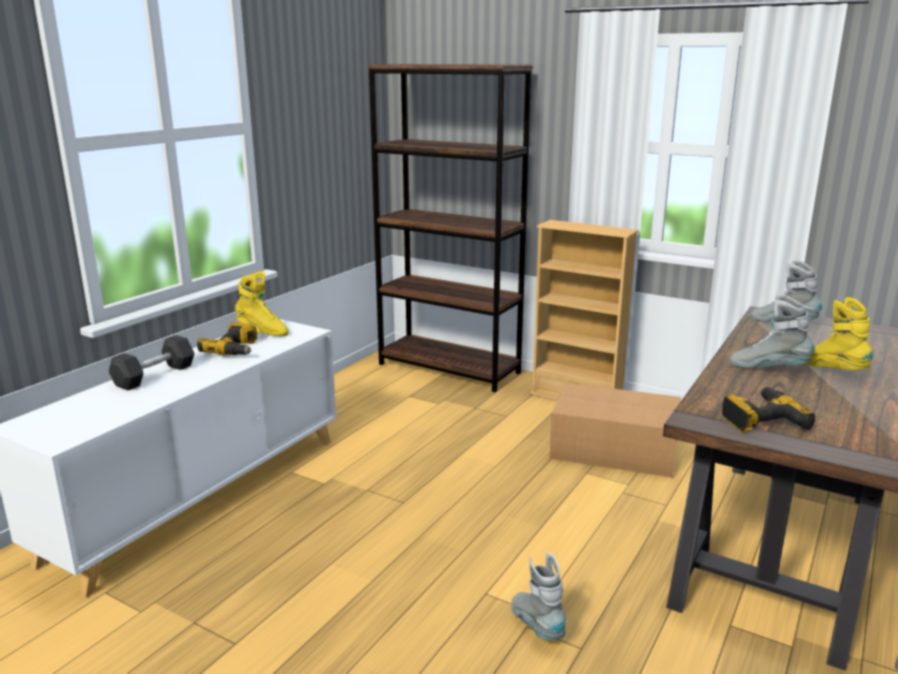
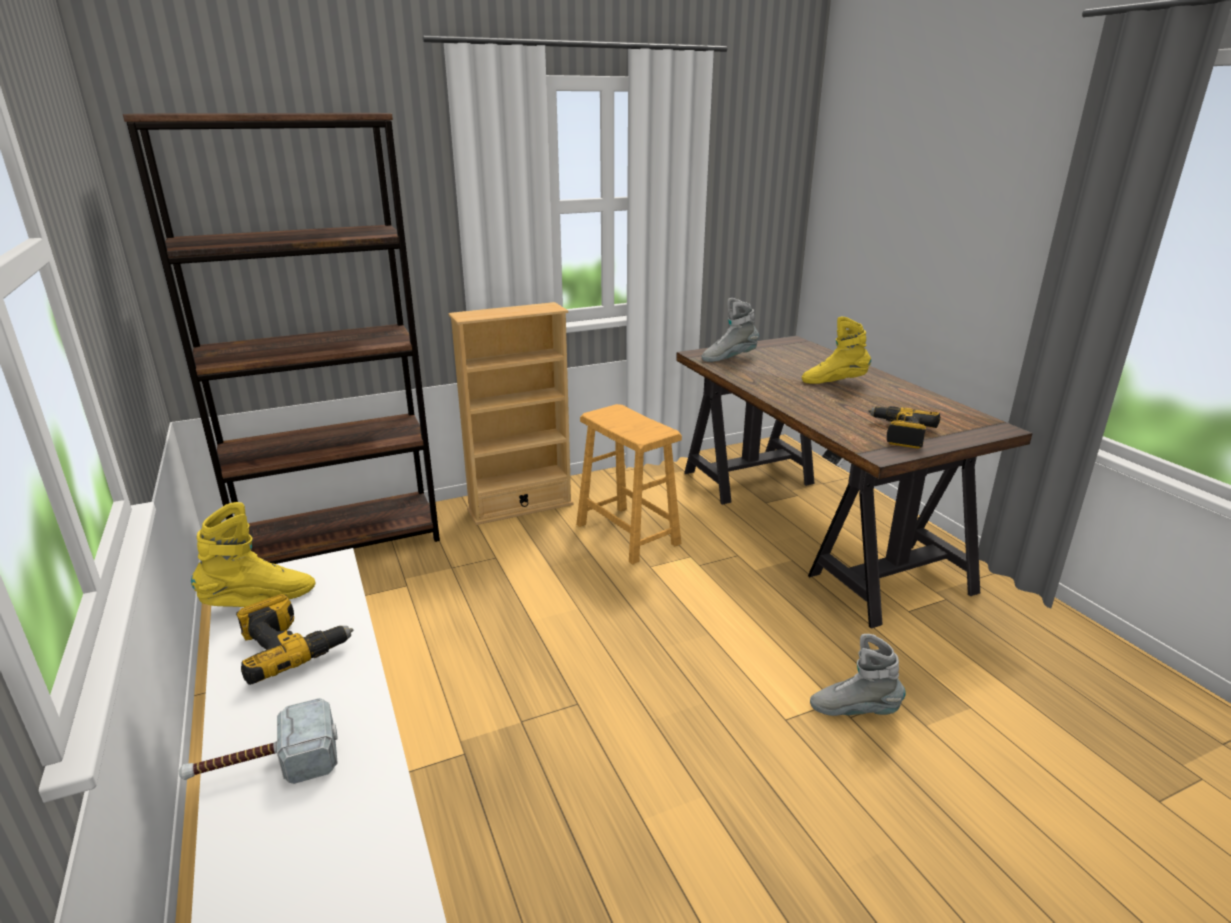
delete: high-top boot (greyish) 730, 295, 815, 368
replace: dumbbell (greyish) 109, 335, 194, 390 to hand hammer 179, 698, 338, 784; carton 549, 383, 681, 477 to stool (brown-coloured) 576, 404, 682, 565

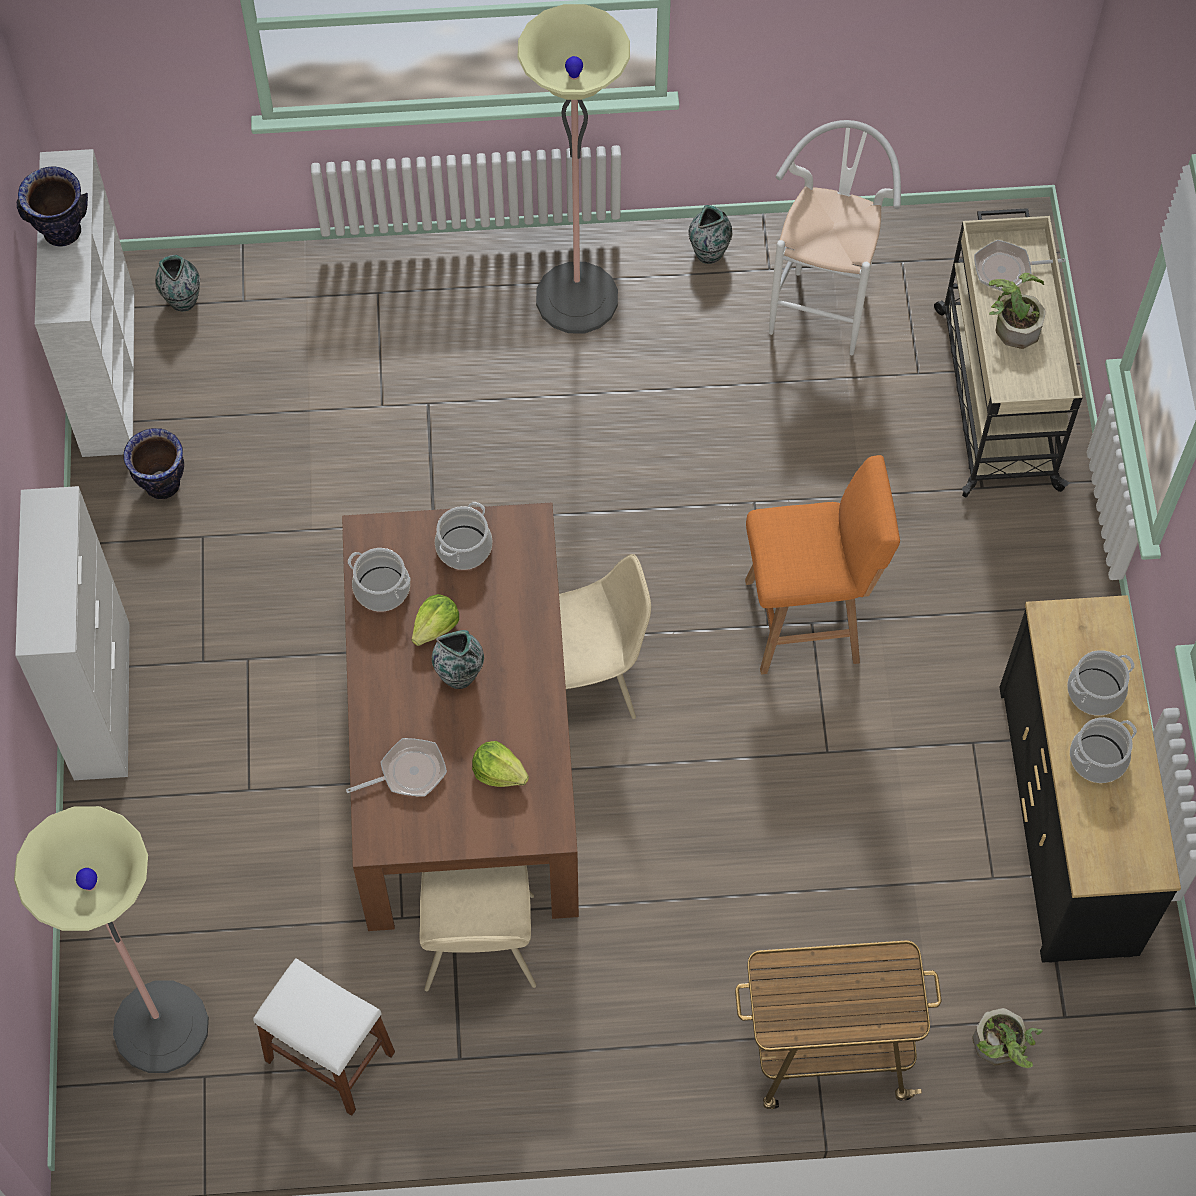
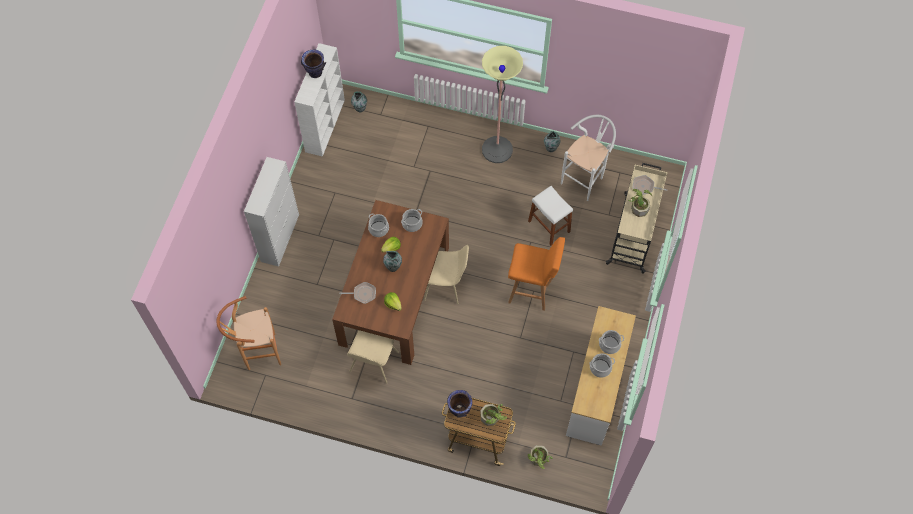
insert: houseplant 480, 404, 507, 426
move: vase 123, 428, 184, 499 to 447, 390, 472, 418; stool (white) 253, 958, 395, 1116 to 528, 186, 573, 246
replace: standard lamp 14, 806, 209, 1073 to stool (brown-coloured) 217, 296, 281, 370
recolor: drawer chest (black) 999, 595, 1181, 963 to drawer chest (white) 566, 306, 636, 446

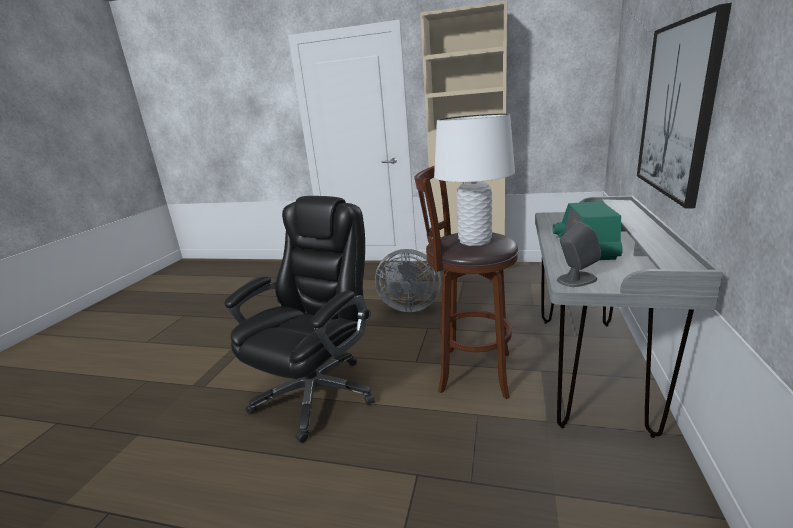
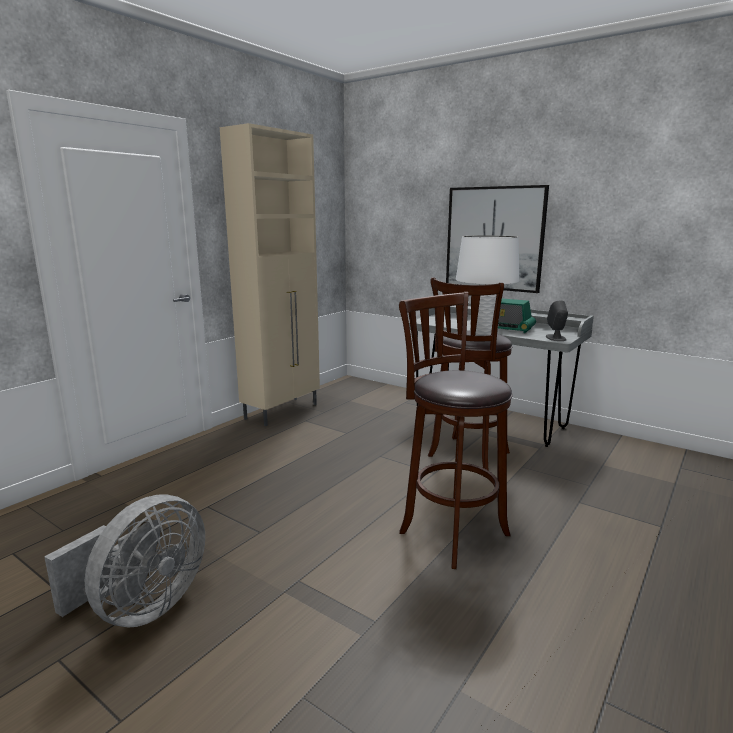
move: electric fan (greyish) 375, 249, 441, 312 to 44, 494, 205, 627
replace: computer chair (black) 224, 196, 375, 443 to stool (brown-coloured) 399, 292, 513, 569

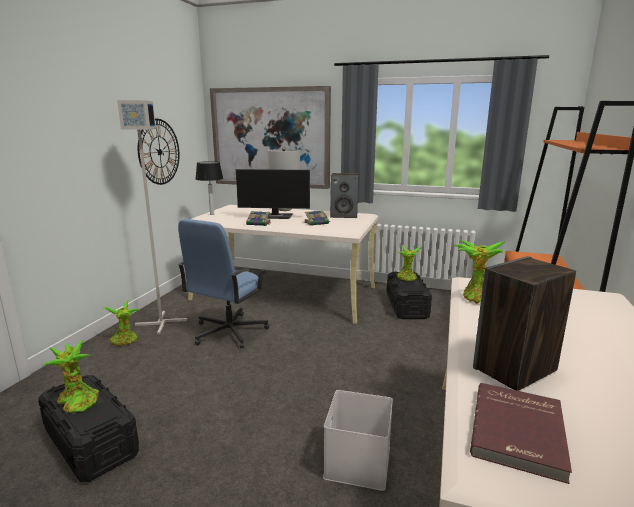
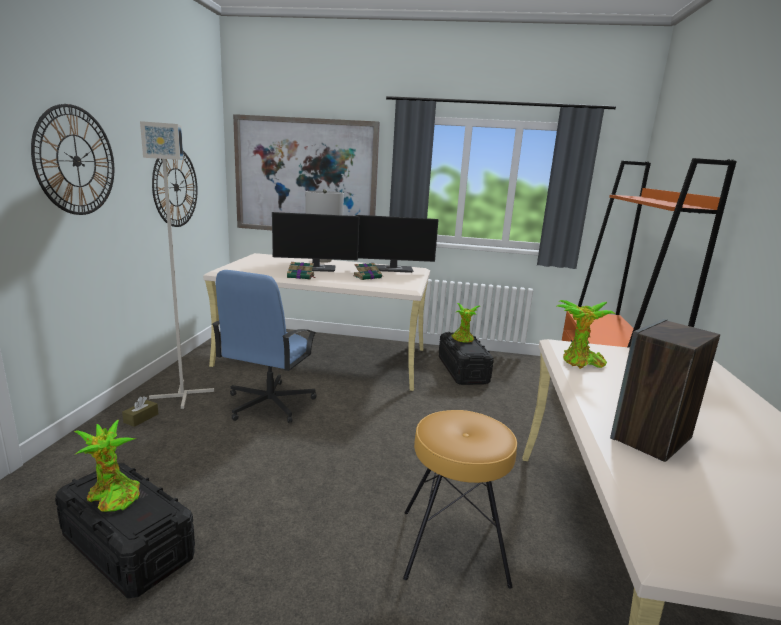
delete: tabletop lamp 195, 161, 224, 215; bound book (red-coloured) 470, 383, 572, 484
insert: wall clock 31, 104, 114, 215
replace: houseplant 103, 300, 139, 346 to tissue box (brown-coloured) 122, 396, 158, 427; speaker 330, 173, 358, 218 to computer screen 355, 215, 439, 273; storage bin (white) 323, 390, 393, 491 to stool (brown-coloured) 403, 410, 517, 589

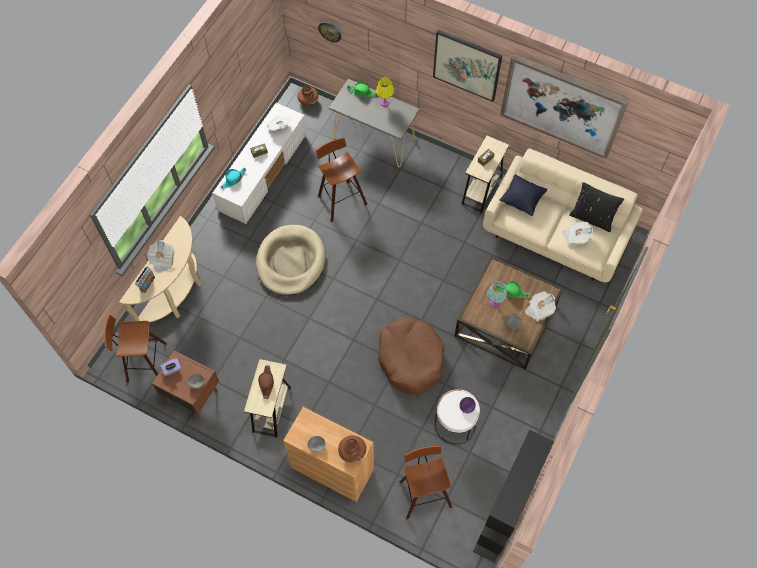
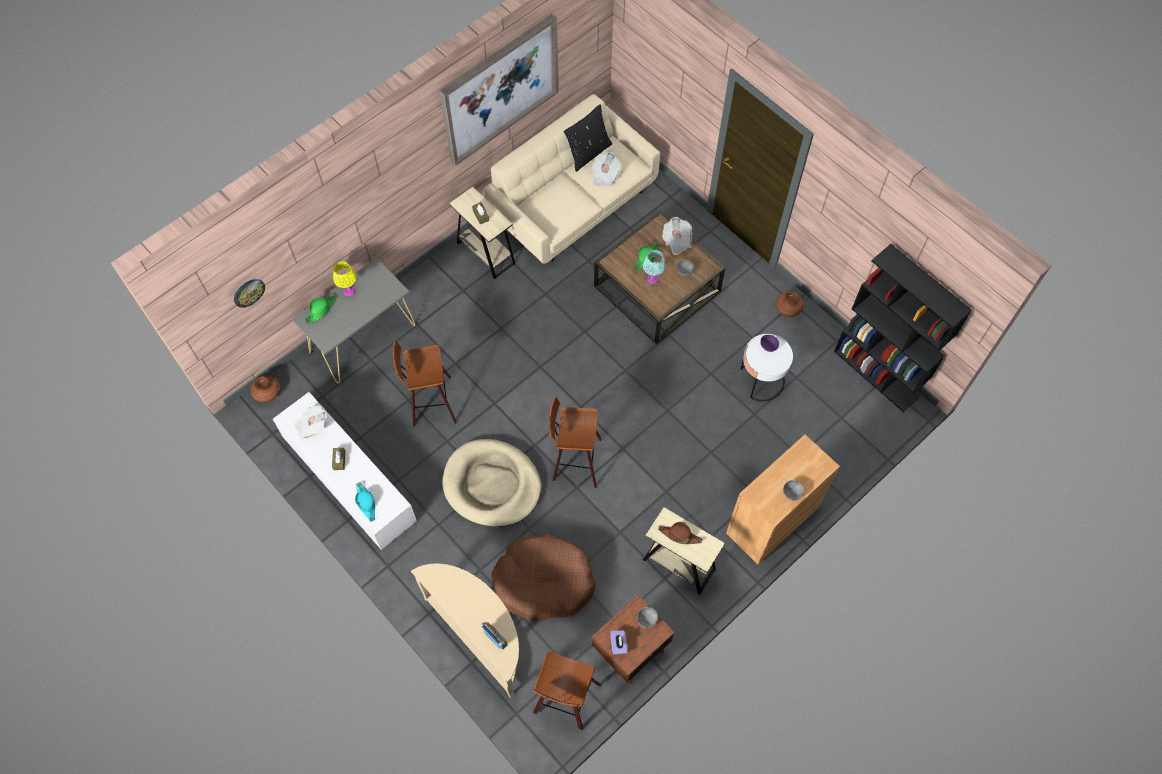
delete: printed paper 147, 240, 175, 274; wall art 433, 30, 502, 102; cushion (black) 500, 174, 547, 216
move: dog cushion (brown-coloured) 378, 317, 444, 396 to 491, 534, 595, 621; stool 399, 446, 453, 519 to 549, 397, 601, 488; vase (brown-coloured) 338, 435, 366, 463 to 776, 291, 804, 317

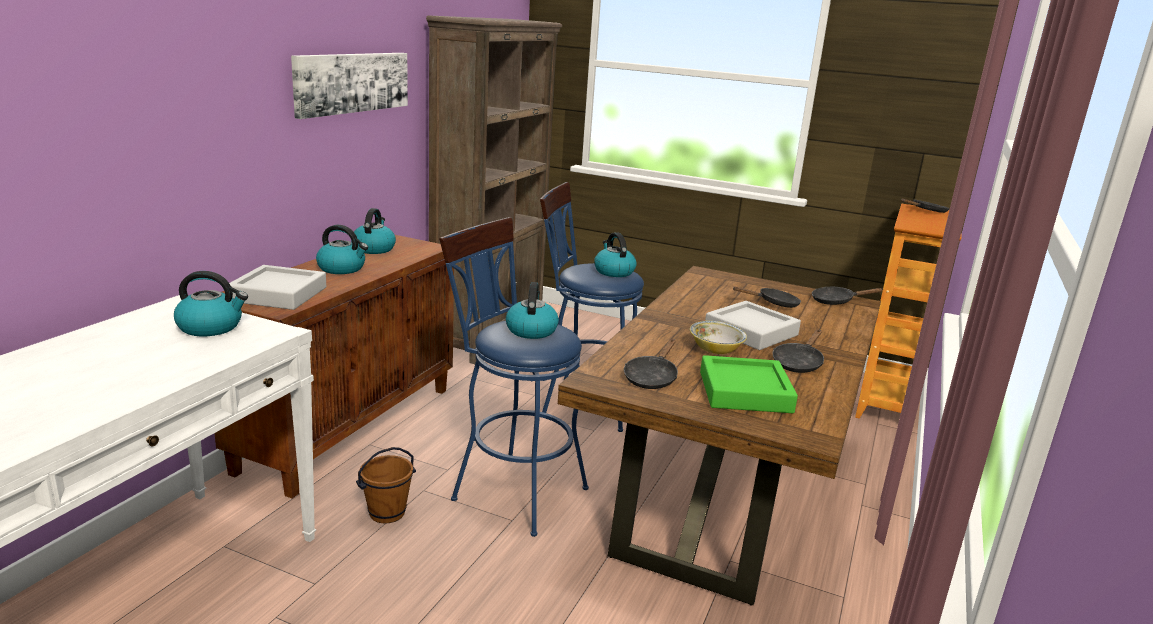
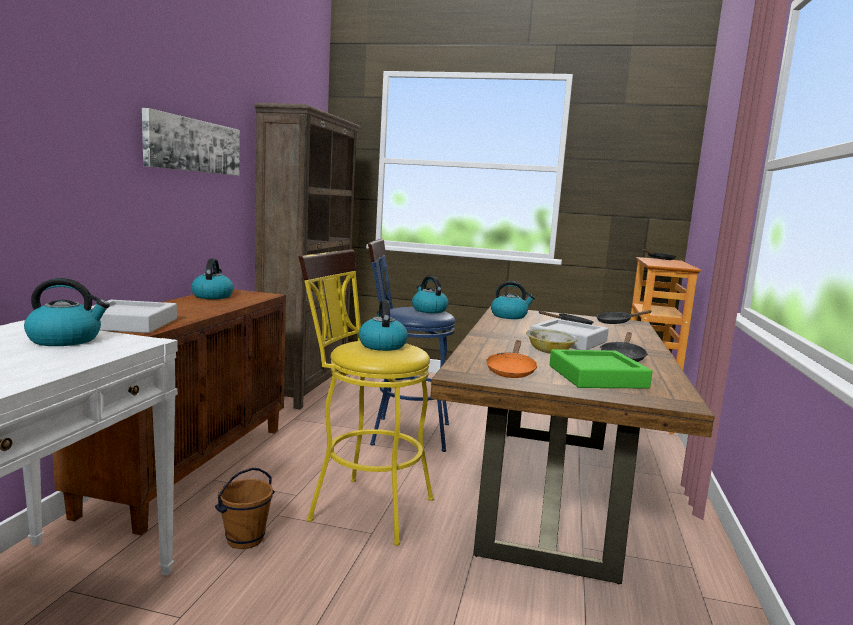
move: water kettle 316, 225, 368, 274 to 491, 281, 535, 319
recolor: stool (blue-coloured) 439, 217, 589, 537 to stool (yellow) 299, 249, 434, 546; frying pan (black) 624, 339, 678, 389 to frying pan (orange) 486, 340, 538, 378

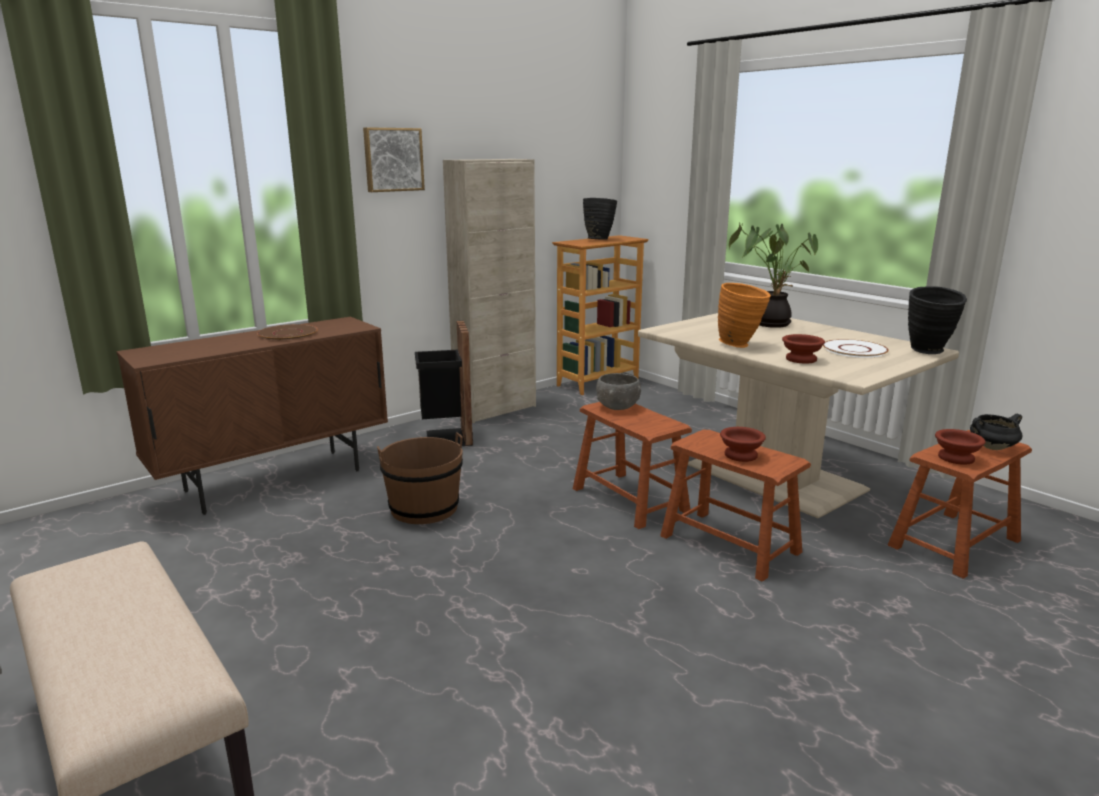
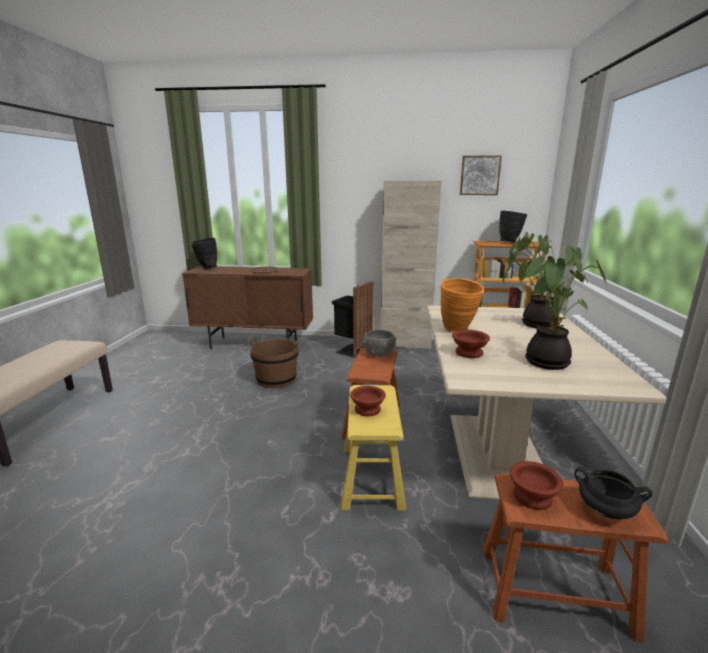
move: vase (black) 908, 286, 967, 354 to 191, 238, 217, 269; wall art 363, 127, 425, 192 to 460, 155, 502, 195
replace: dinner plate (white) 823, 339, 889, 358 to houseplant 502, 251, 607, 370
recolor: stool (brown-coloured) 660, 430, 811, 581 to stool (yellow) 340, 385, 406, 511

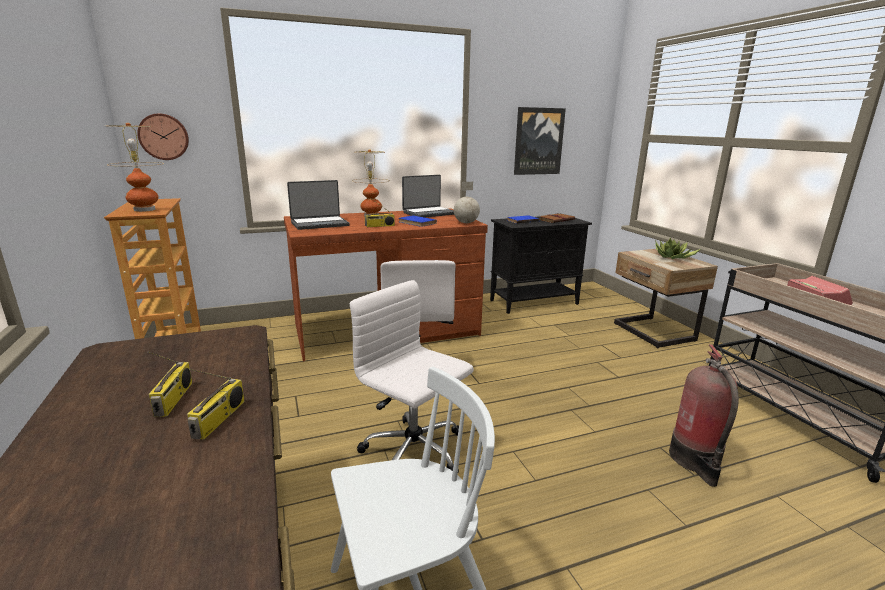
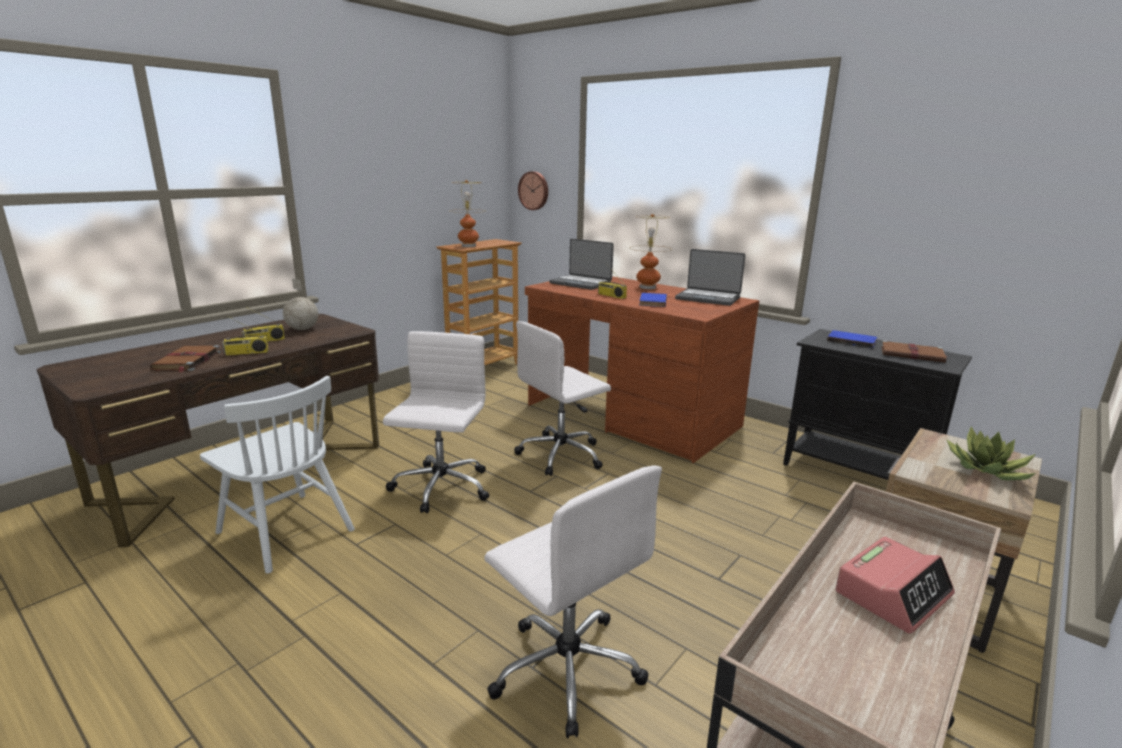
delete: wall art 514, 107, 566, 175
insert: bound book (brown-coloured) 150, 345, 221, 372
move: world globe 454, 182, 480, 223 to 283, 278, 318, 330
replace: fire-fighting cylinder 669, 344, 739, 487 to computer chair (white) 484, 465, 662, 738

